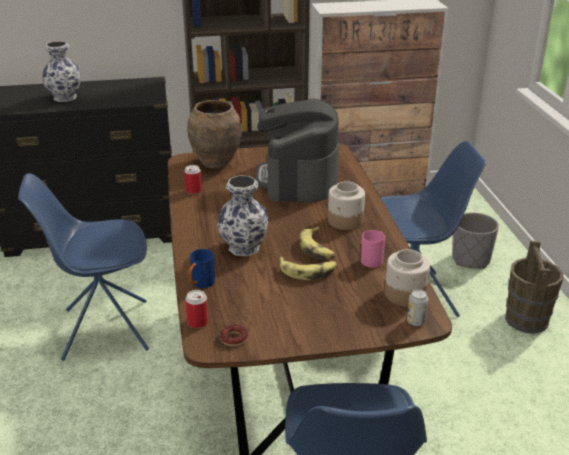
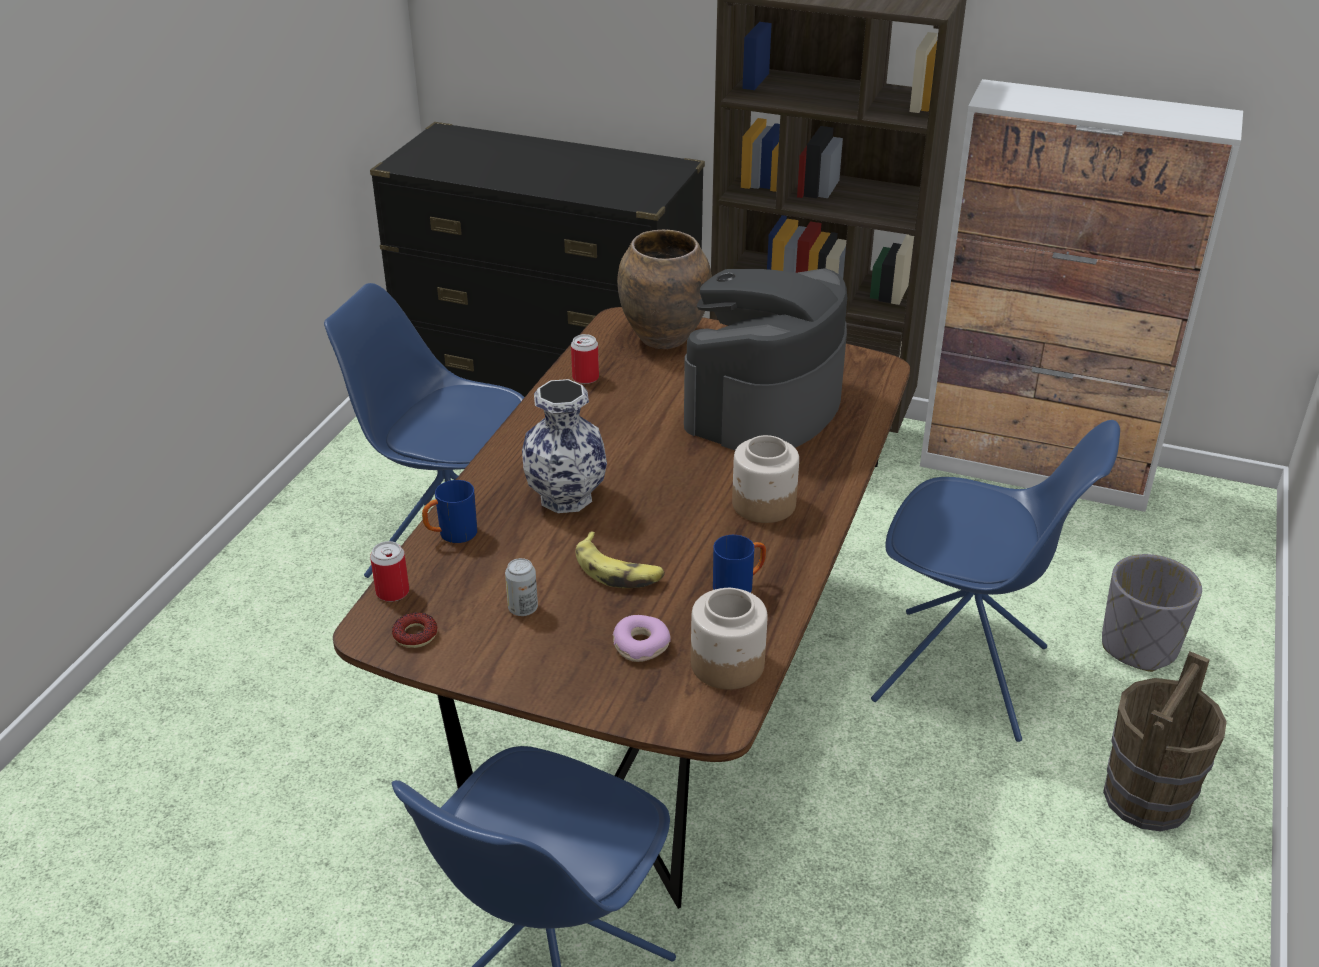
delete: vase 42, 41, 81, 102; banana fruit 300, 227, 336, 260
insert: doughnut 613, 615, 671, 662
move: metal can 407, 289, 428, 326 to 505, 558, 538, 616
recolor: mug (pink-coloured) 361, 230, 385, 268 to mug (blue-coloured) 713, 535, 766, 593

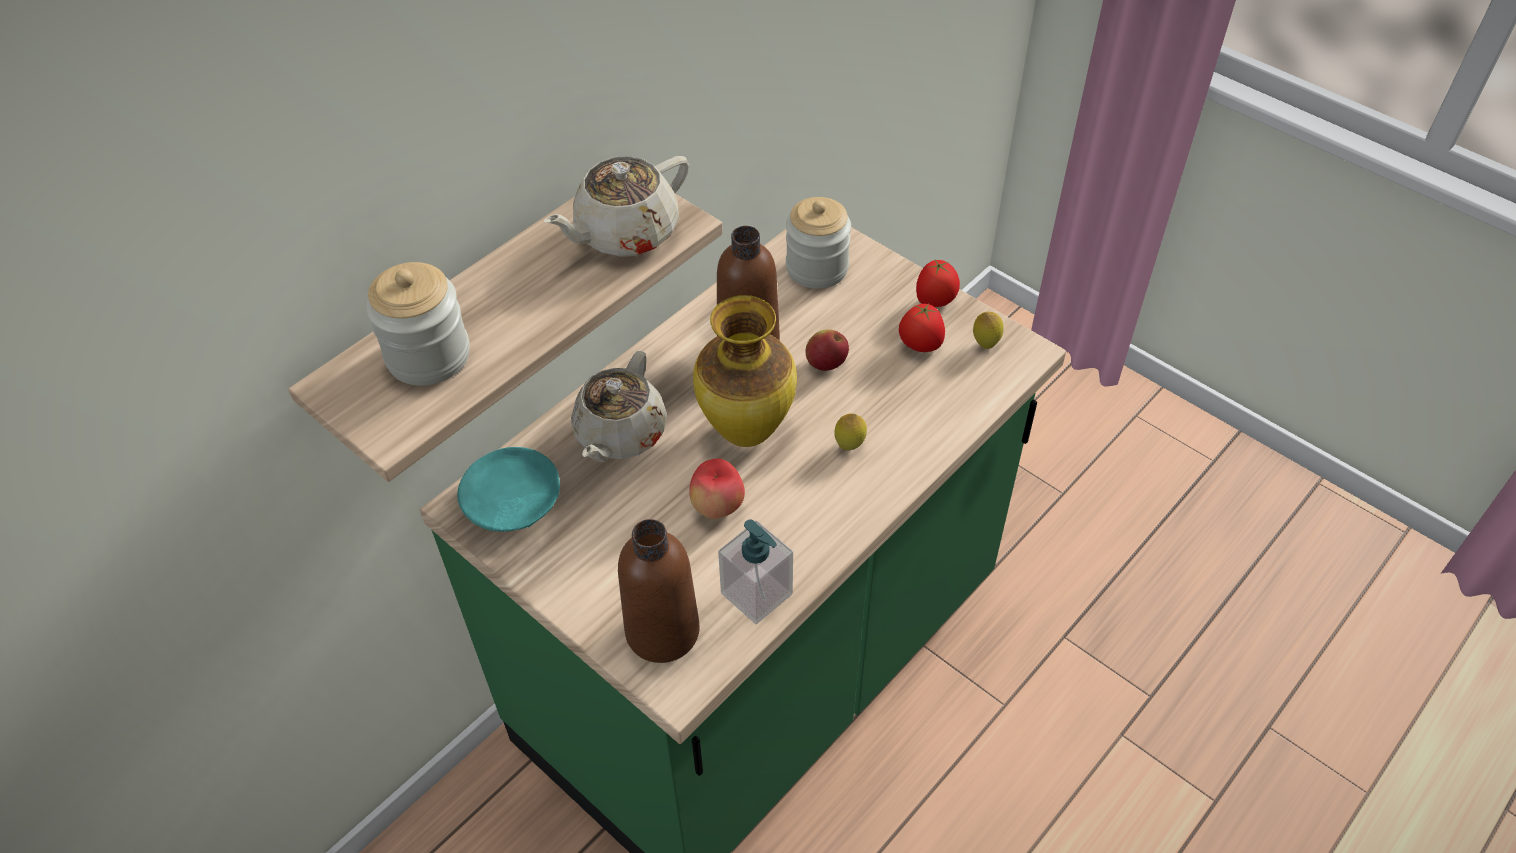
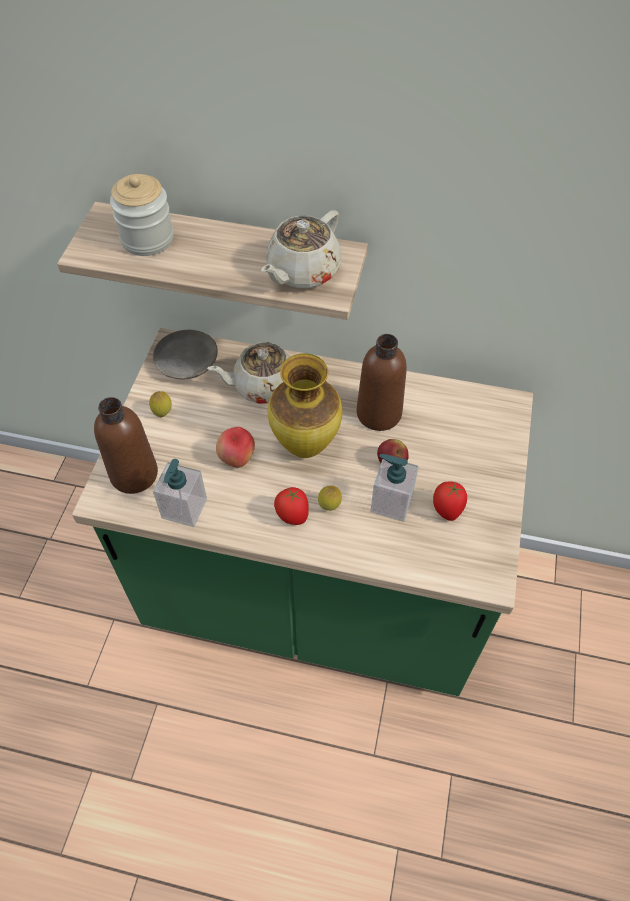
delete: preserve jar 786, 197, 851, 289
insert: liquid soap bottle 371, 454, 419, 522
move: citrus fruit 973, 312, 1004, 349 to 149, 391, 172, 417; tomato 916, 260, 960, 307 to 274, 487, 309, 525
recolor: dinner plate (turquoise) 457, 447, 560, 532 to dinner plate (beige-coloured) 153, 330, 218, 379
rotate: teapot (beige-coloured) 544, 156, 690, 257 = 261, 210, 341, 289 75 degrees counterclockwise

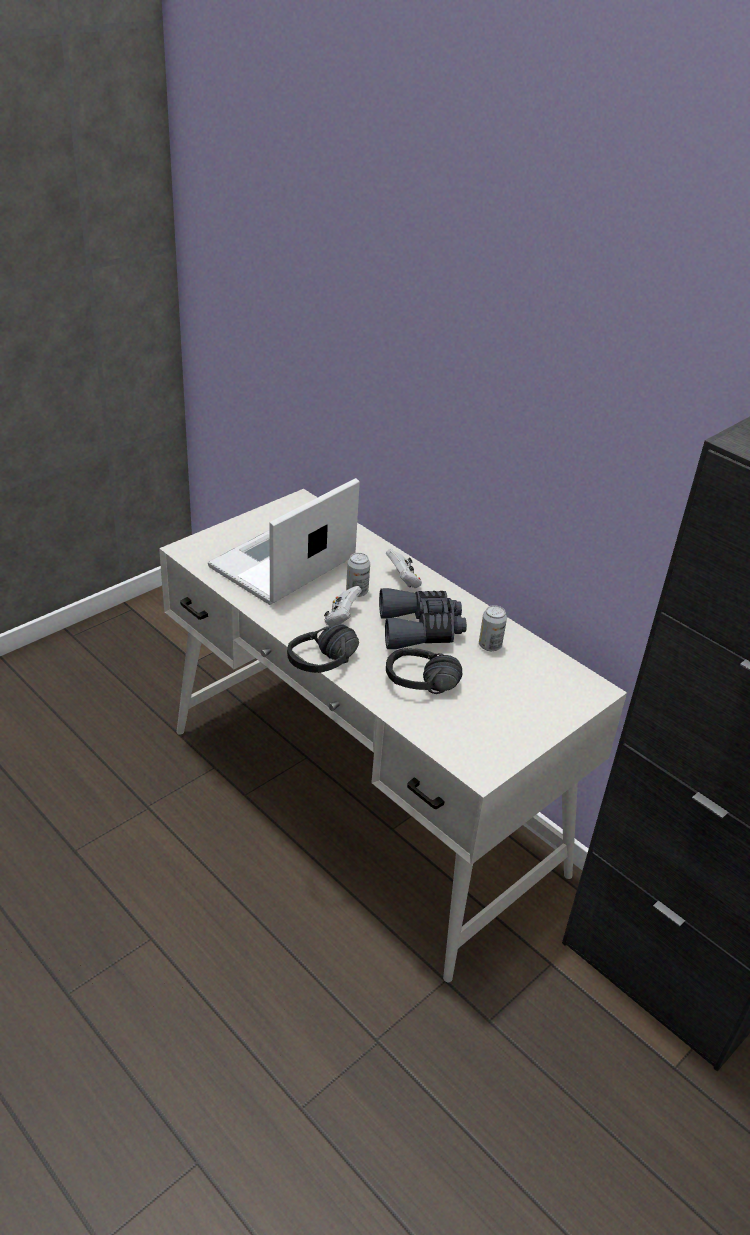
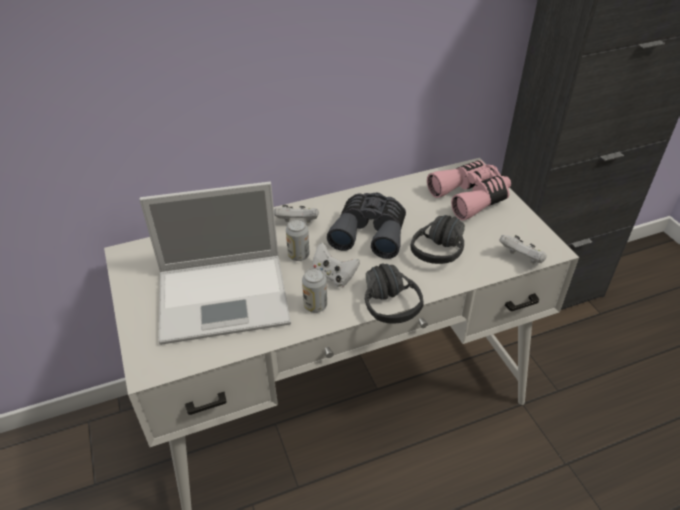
insert: field glasses (pink-coloured) 427, 160, 511, 220; gamepad (white) 499, 235, 547, 264
move: metal can 479, 605, 507, 651 to 302, 268, 327, 313
rotate: notebook computer 208, 478, 360, 605 = 139, 182, 291, 345 75 degrees counterclockwise

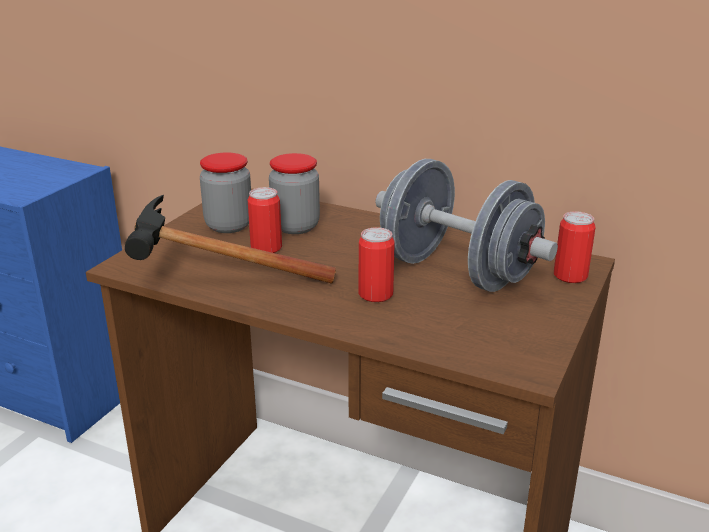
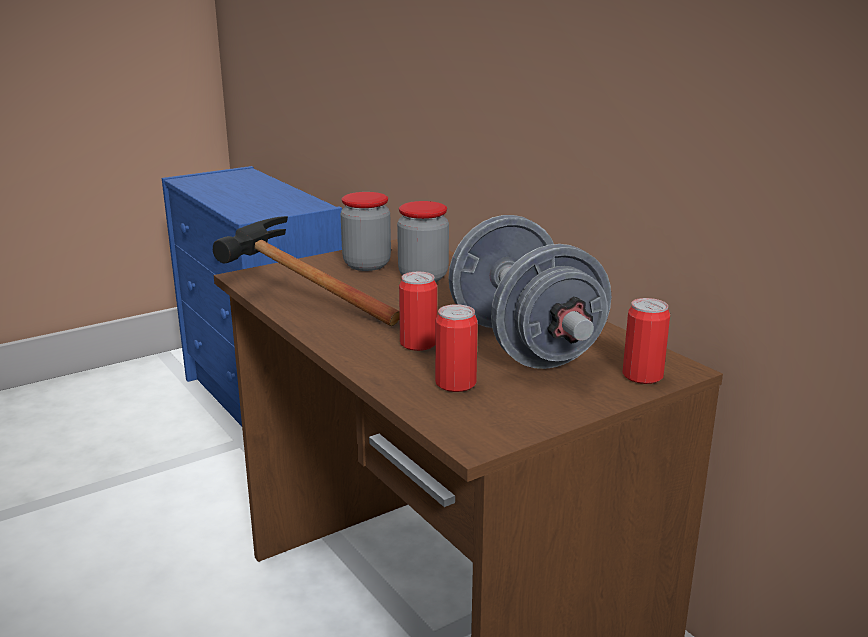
move: metal can 248, 187, 282, 253 to 435, 304, 478, 392

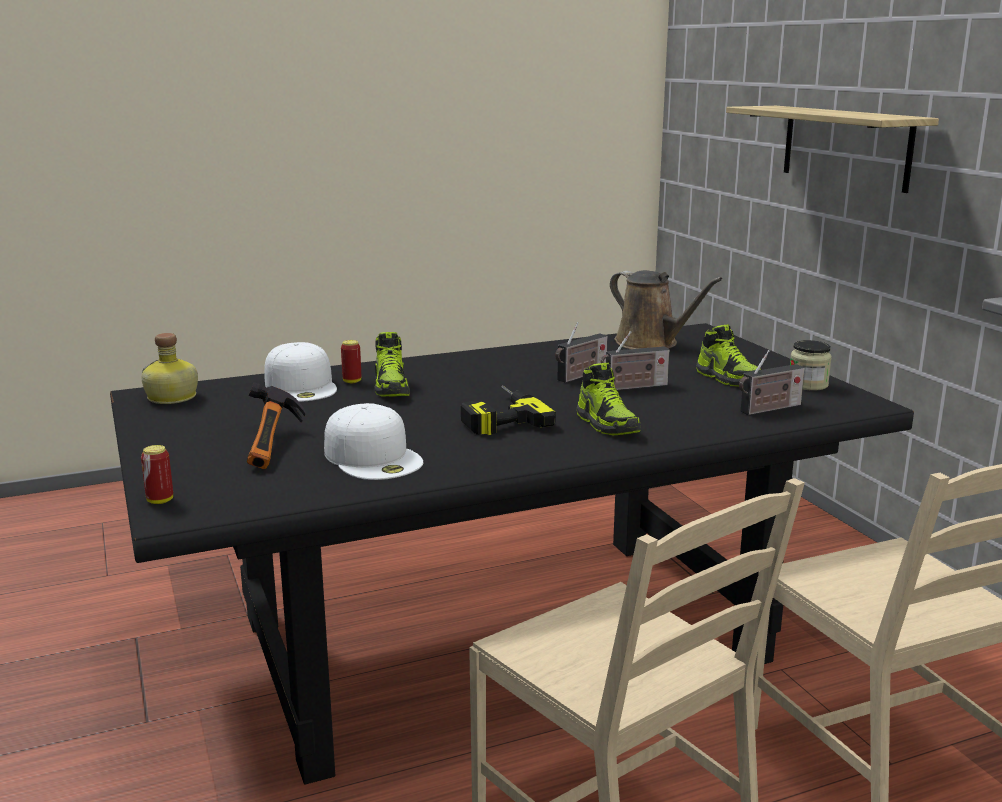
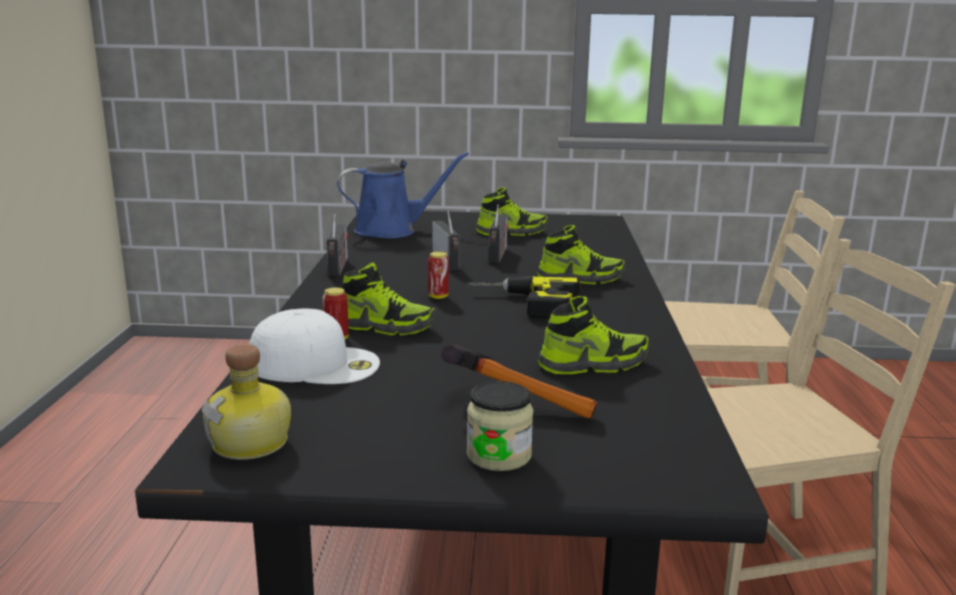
delete: shelf 726, 106, 939, 193
move: radio set 739, 350, 805, 415 to 326, 214, 348, 276; metal can 141, 445, 173, 504 to 428, 252, 449, 299; preserve jar 790, 340, 832, 391 to 467, 381, 534, 471
replace: cap (white) 324, 403, 423, 480 to item of footwear 538, 296, 650, 374
recolor: watering pot (brown-coloured) 610, 270, 723, 349 to watering pot (blue-coloured) 337, 152, 469, 238

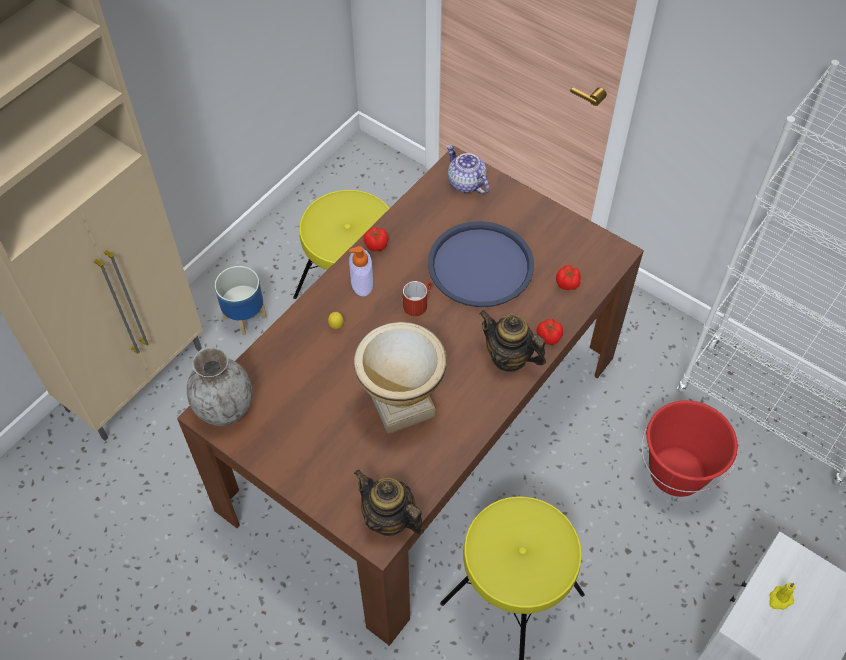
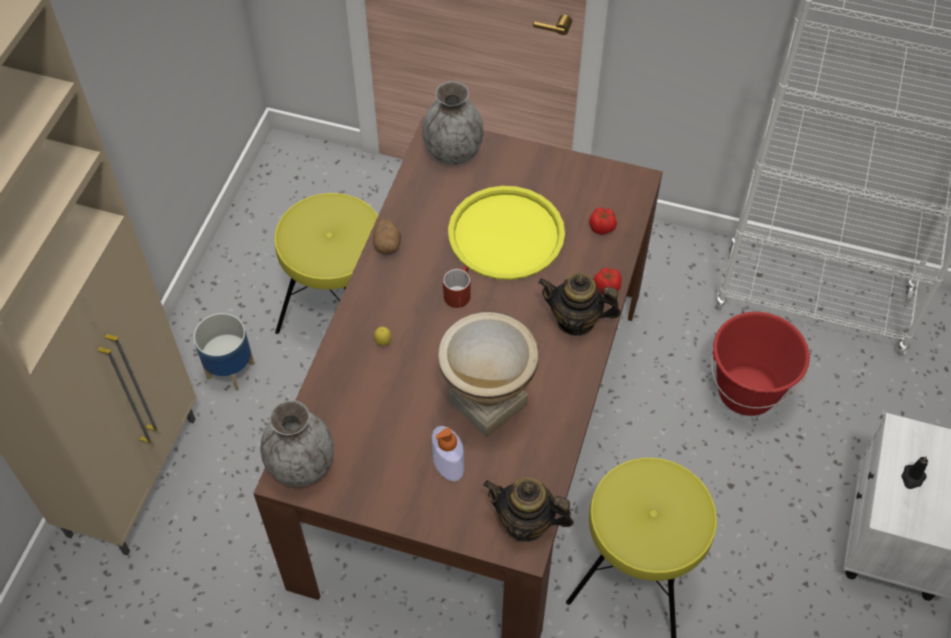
move: liquid soap bottle 349, 246, 373, 296 to 432, 426, 464, 481
replace: tomato 363, 227, 388, 252 to spud 373, 219, 401, 255; teapot 447, 145, 489, 194 to vase (greyish) 422, 81, 484, 165
recolor: carrying tray (blue-coloured) 428, 221, 534, 307 to carrying tray (yellow) 448, 186, 565, 280; wax light (yellow) 769, 583, 795, 610 to wax light (black) 902, 456, 928, 489

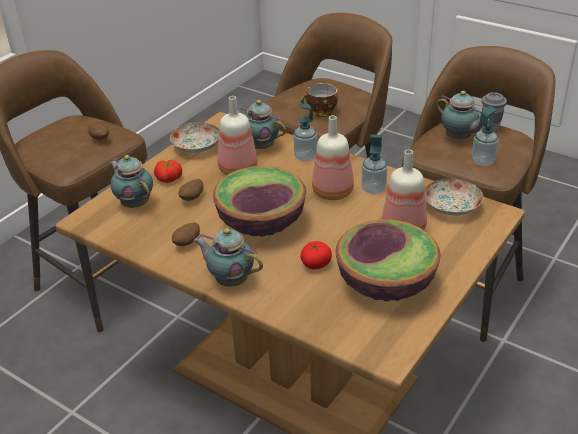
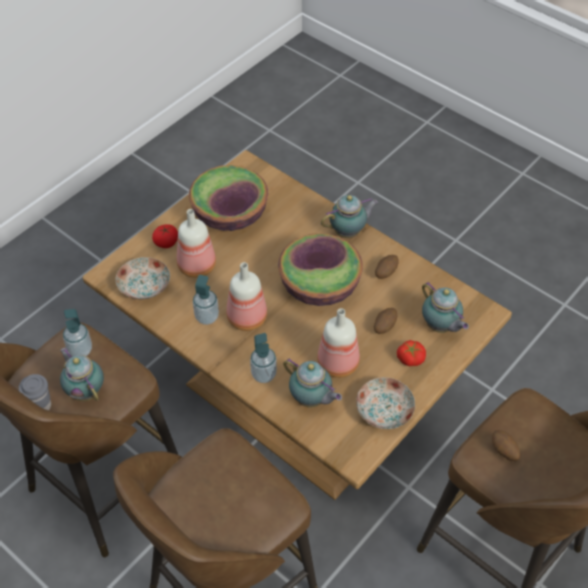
delete: small cup 300, 83, 338, 117
move: tomato 300, 241, 332, 269 to 152, 224, 178, 248
rotate: teapot 194, 228, 263, 287 = 321, 195, 378, 238 60 degrees counterclockwise

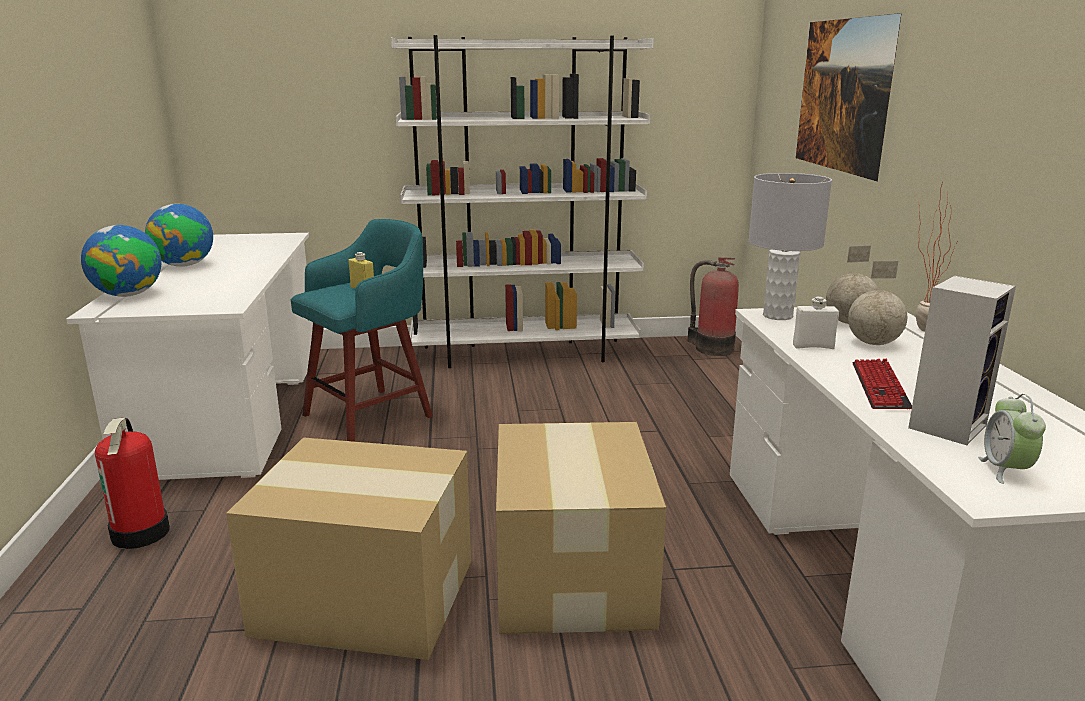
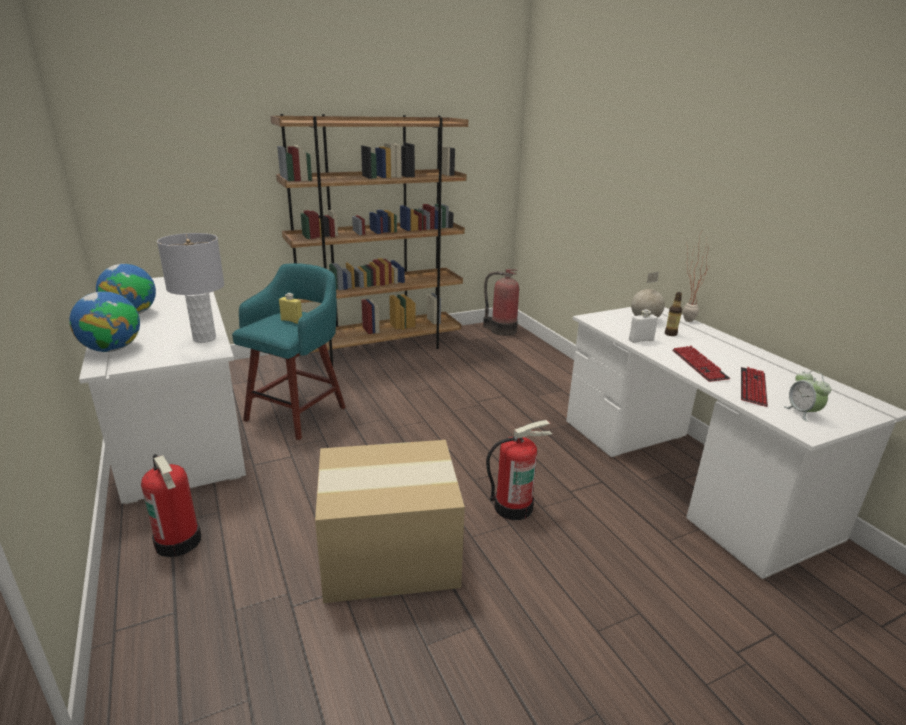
delete: wall art 796, 13, 902, 182
move: tabletop lamp (greyish) 748, 173, 832, 320 to 157, 233, 224, 343
replace: carton 496, 422, 666, 634 to fire-fighting cylinder 486, 420, 552, 520; world globe 848, 261, 907, 345 to beverage bottle 665, 292, 682, 336; speaker 908, 276, 1016, 445 to keyboard 741, 367, 768, 407
recolor: bookcase (white) 391, 35, 654, 368 to bookcase (brown-coloured) 270, 114, 468, 366

